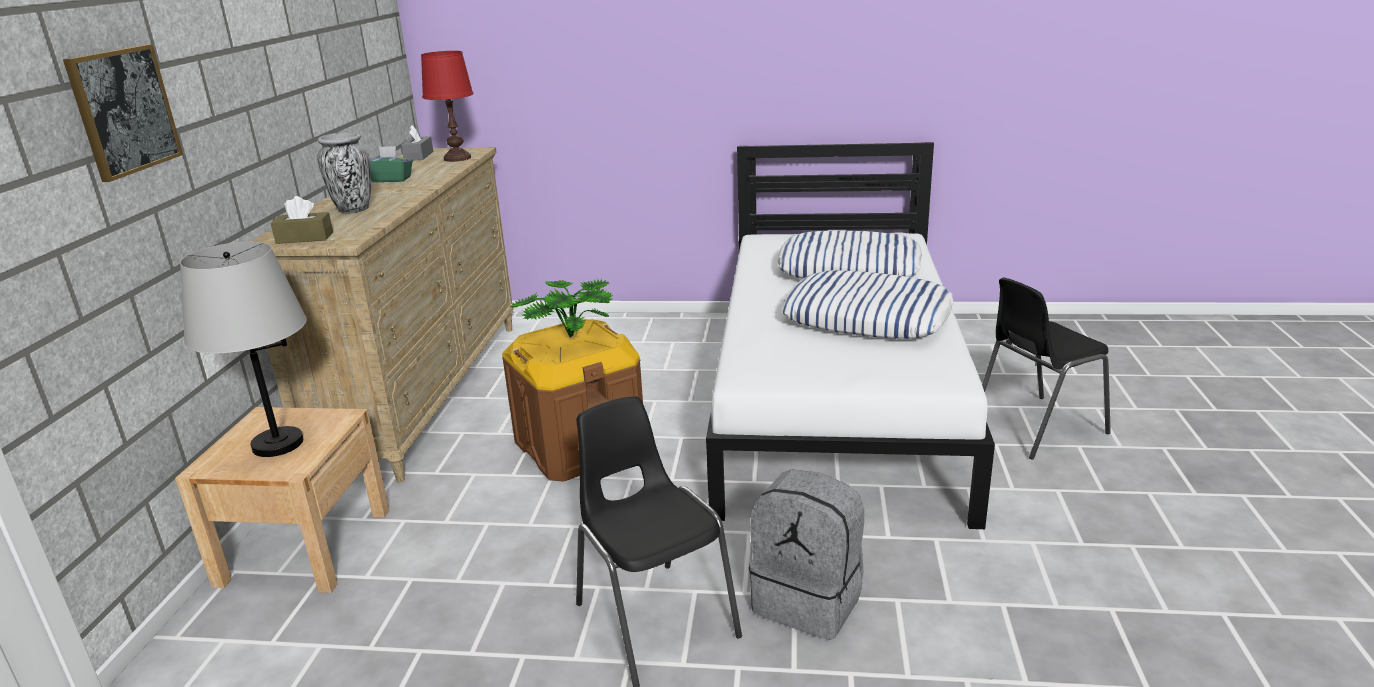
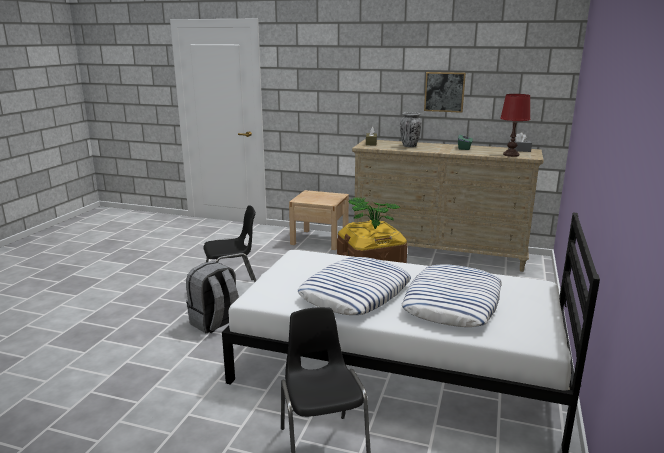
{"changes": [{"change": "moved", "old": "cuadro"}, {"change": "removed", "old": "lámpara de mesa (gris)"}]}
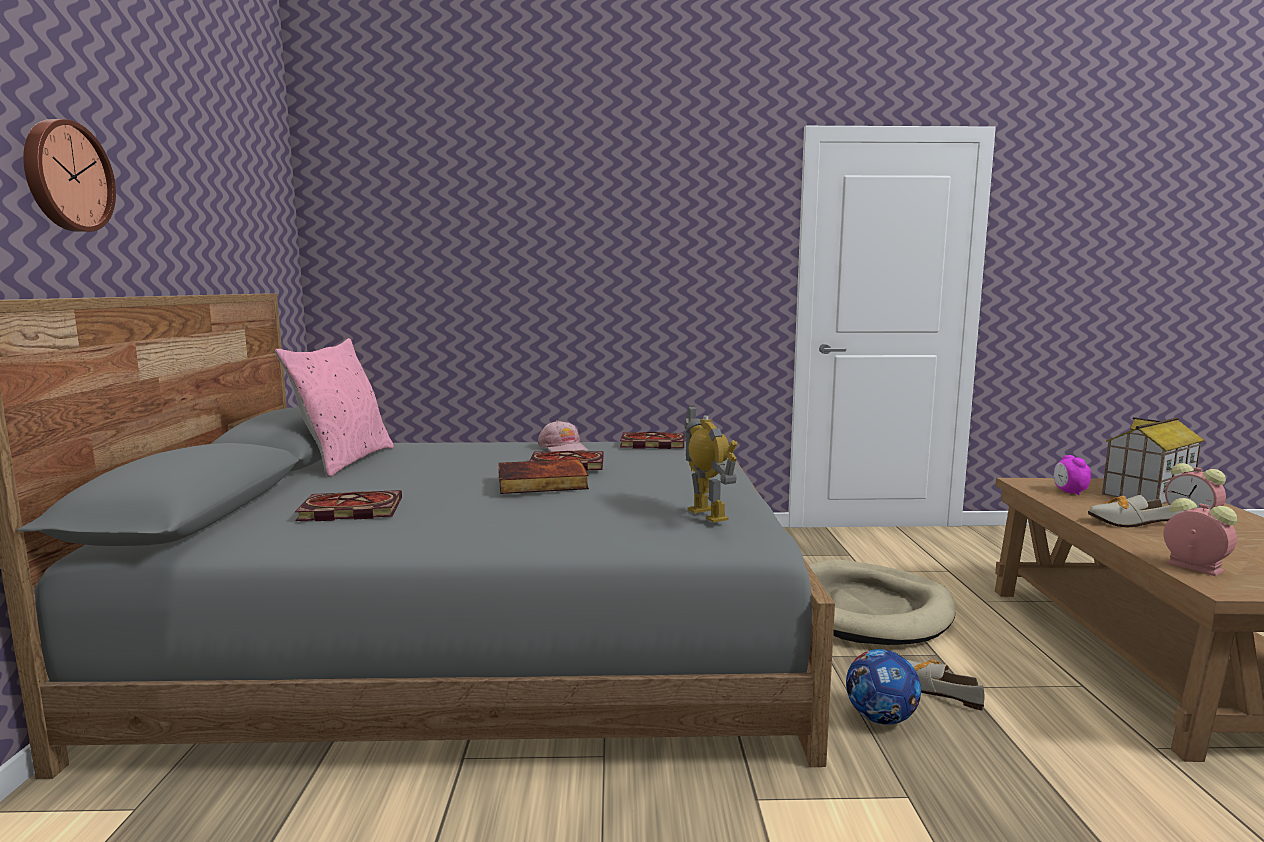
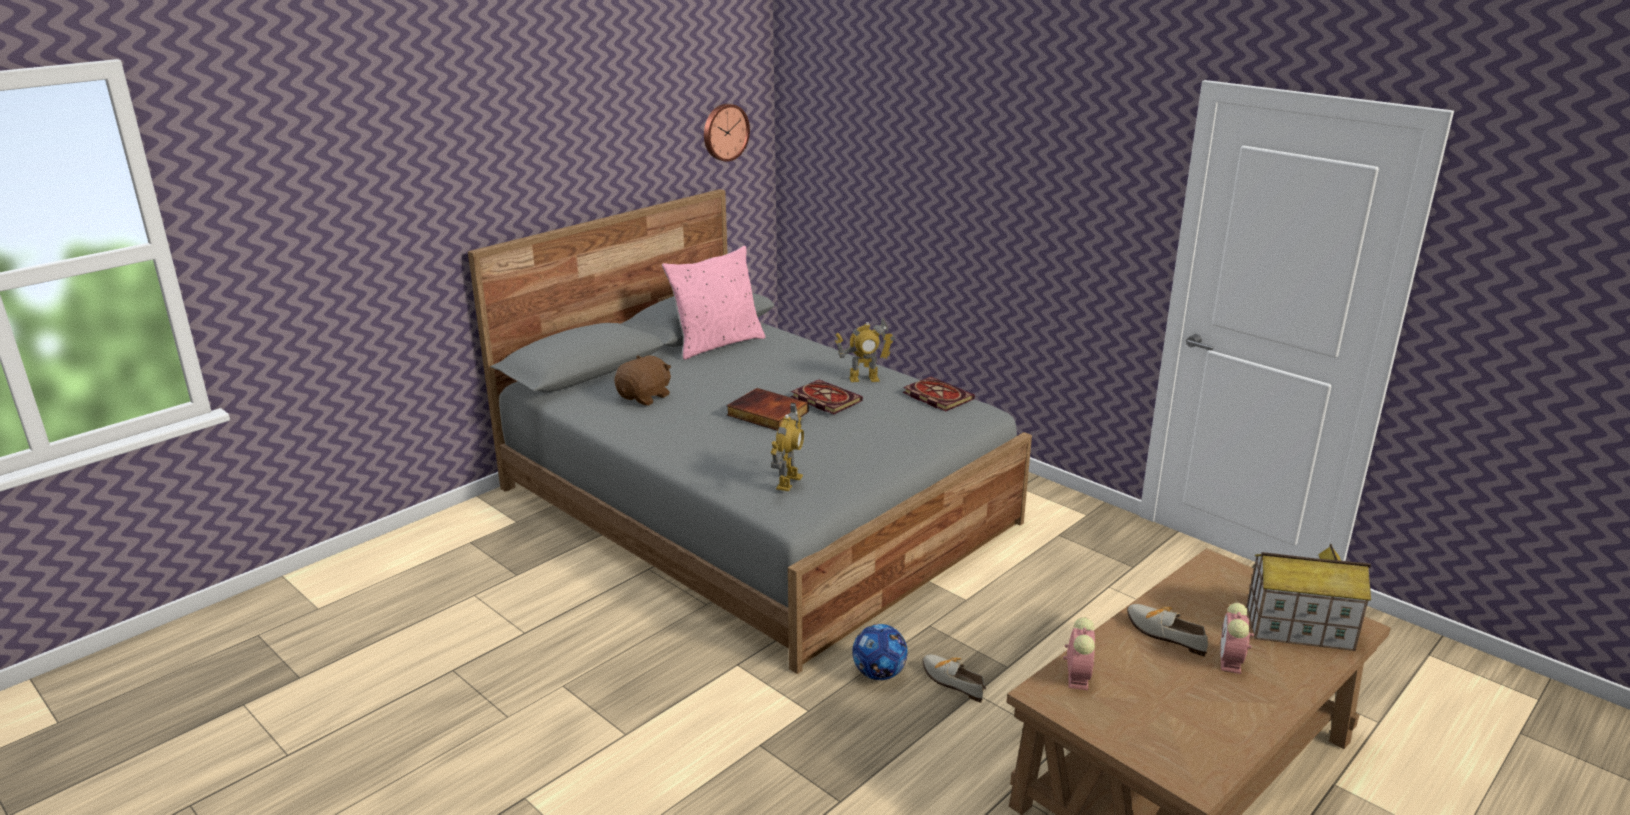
{"changes": [{"change": "moved", "old": "reloj de pared"}, {"change": "replaced", "old": "gorra (rosa)", "new": "robot de juguete (2nd from left)"}, {"change": "removed", "old": "despertador (1st from left)"}, {"change": "replaced", "old": "libro (1st from left)", "new": "peluche (marrón)"}, {"change": "removed", "old": "cama para perro (beis)"}, {"change": "turned", "old": "zapato (1st from left)", "degrees": -45}]}
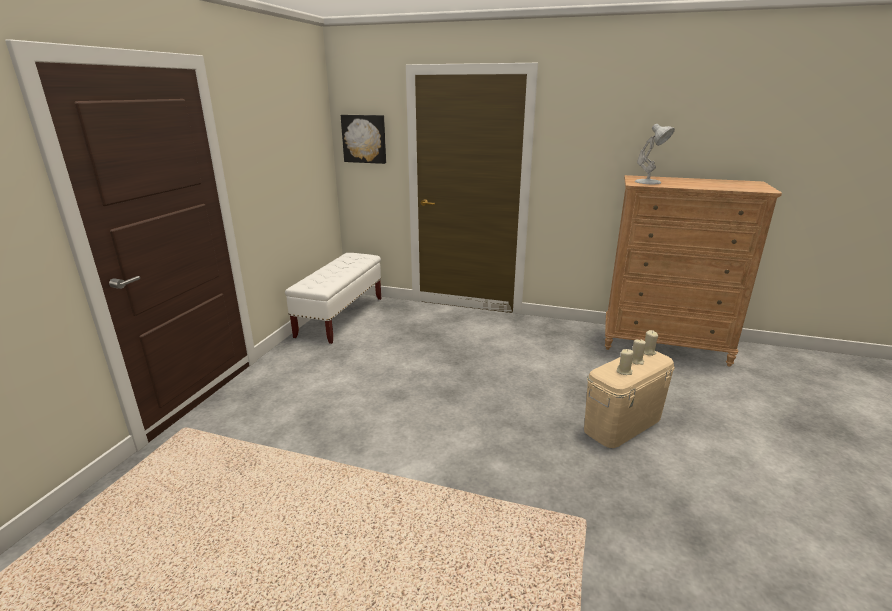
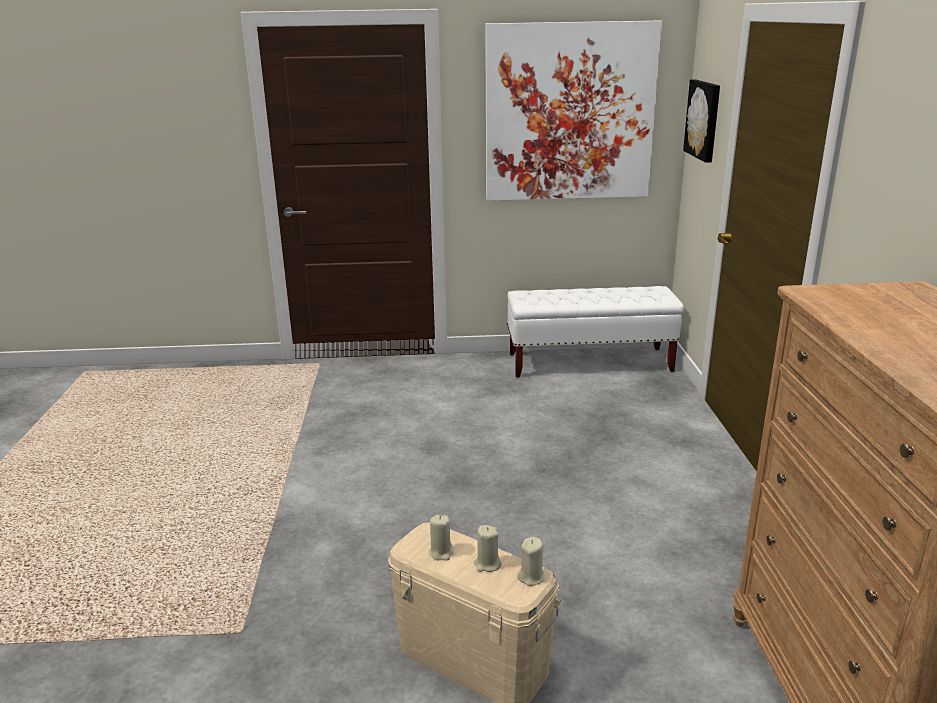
{"changes": [{"change": "removed", "old": "lámpara de mesa (blanco)"}, {"change": "added", "new": "cuadro (1st from left)"}]}
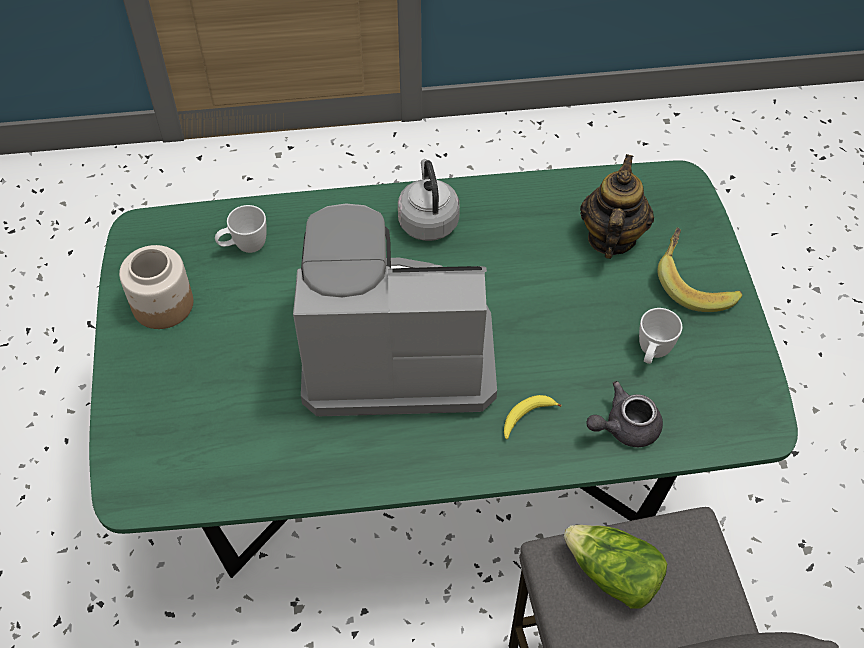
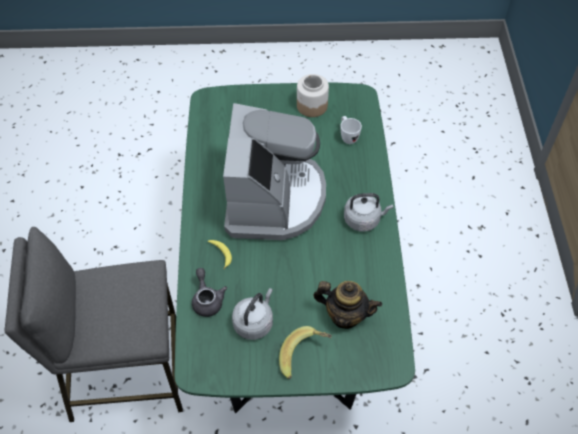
{"changes": [{"change": "replaced", "old": "taza grande (blanco) (2nd from left)", "new": "hervidor (gris) (1st from left)"}, {"change": "removed", "old": "lechuga"}]}
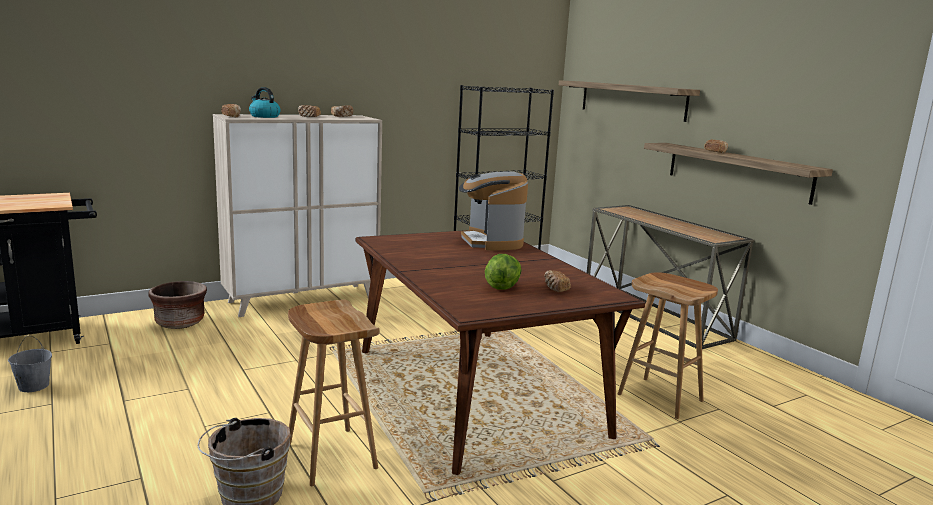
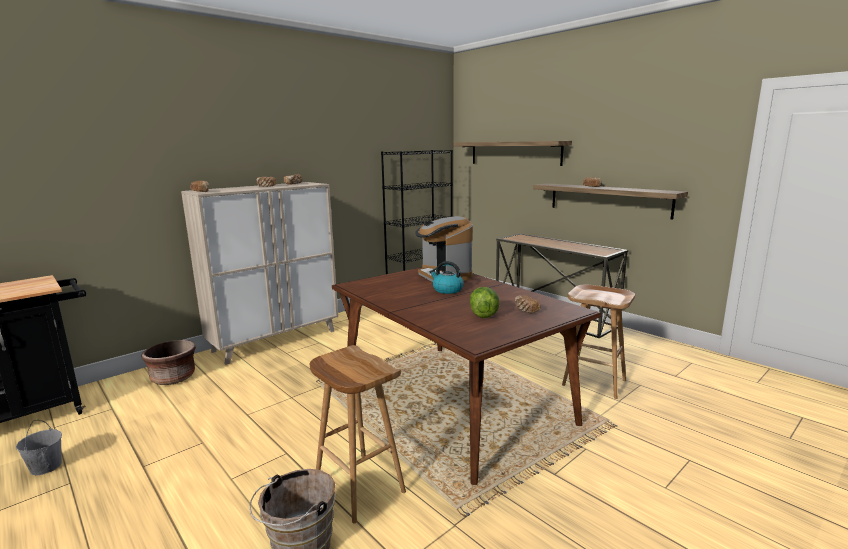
{"changes": [{"change": "moved", "old": "hervidor"}]}
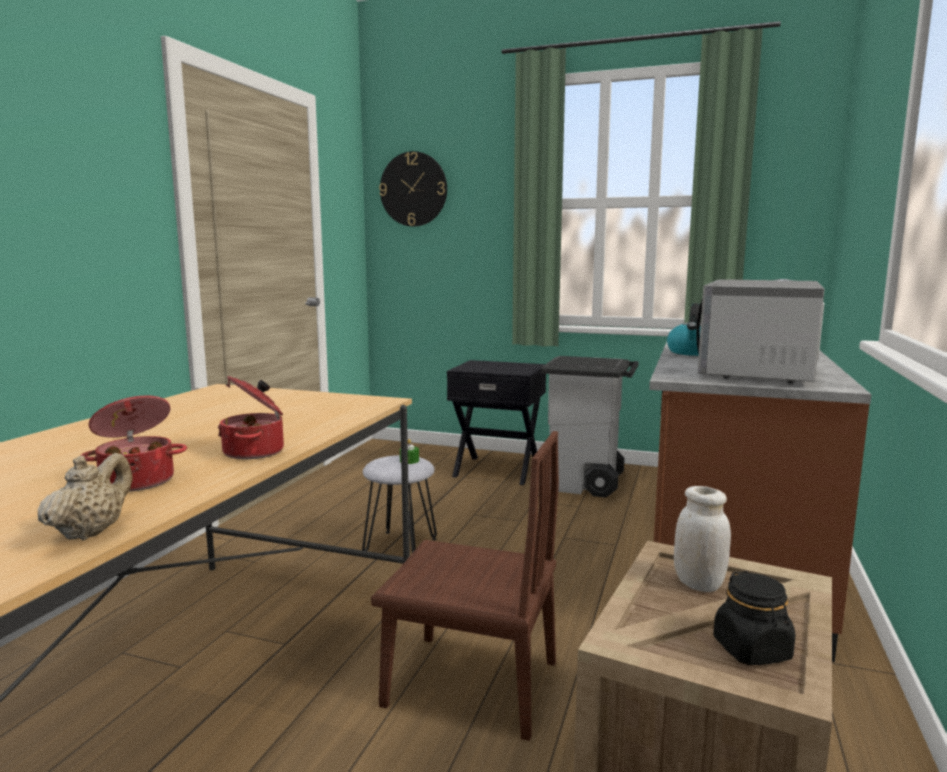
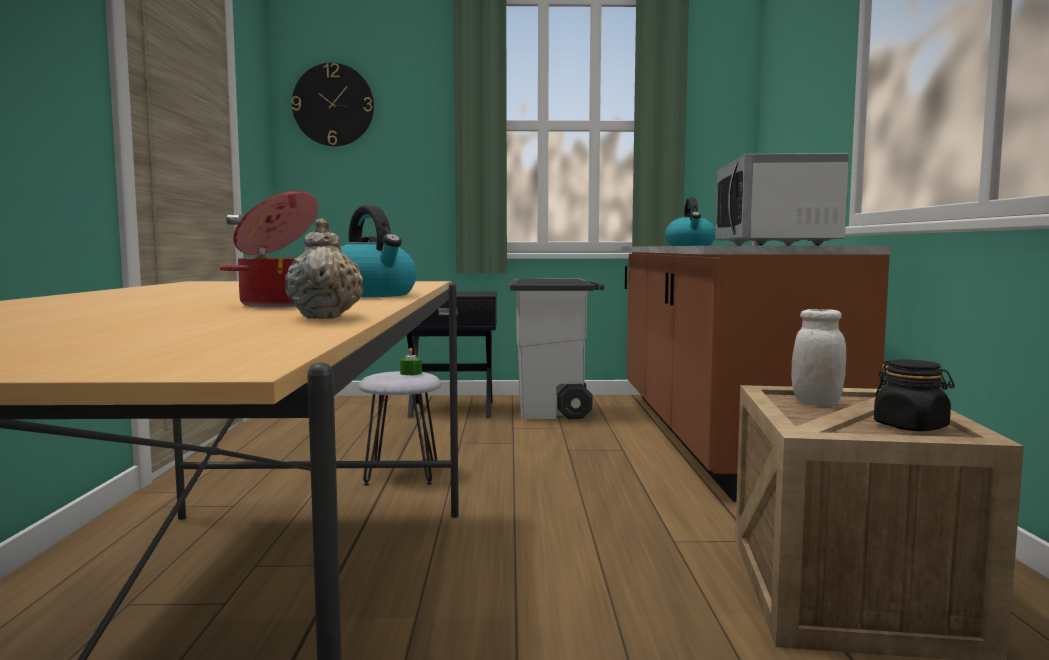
{"changes": [{"change": "replaced", "old": "olla (2nd from left)", "new": "hervidor (1st from left)"}, {"change": "removed", "old": "silla (marrón)"}]}
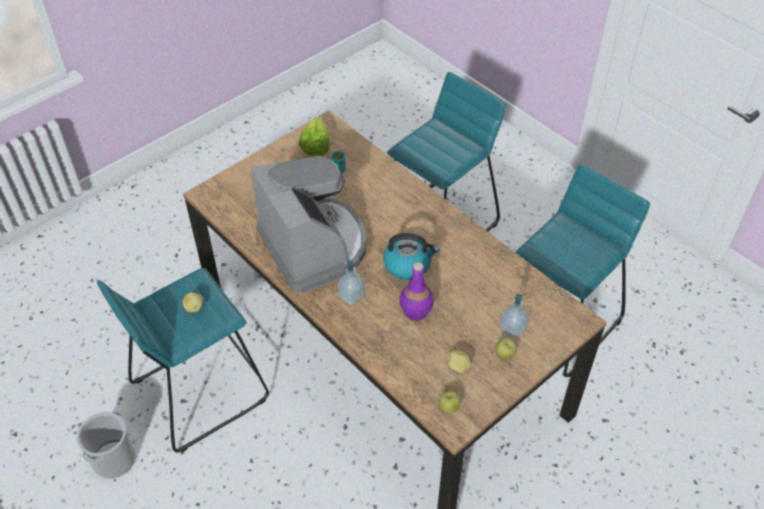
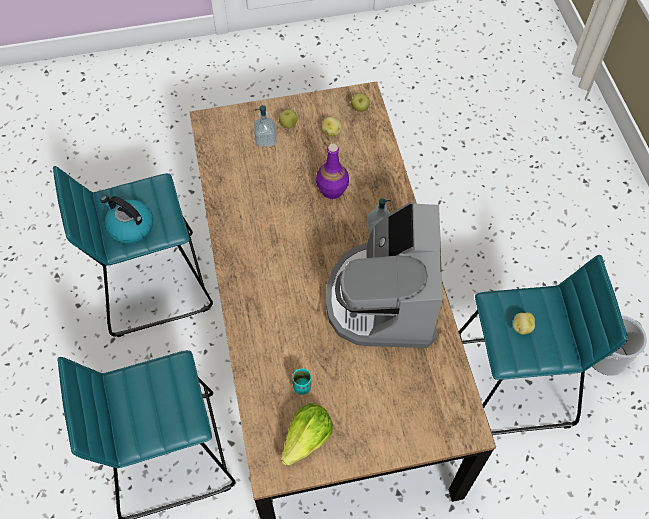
{"changes": [{"change": "moved", "old": "hervidor"}]}
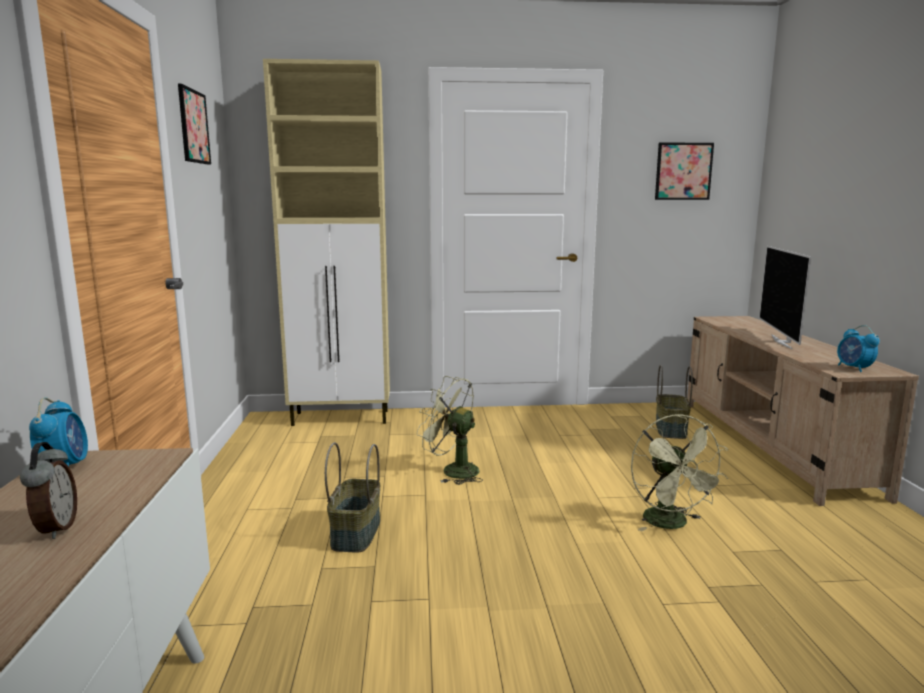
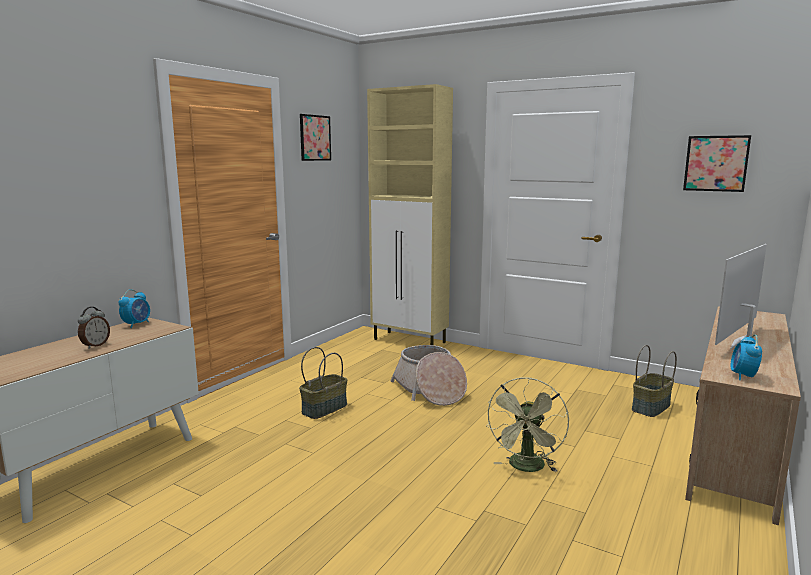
{"changes": [{"change": "replaced", "old": "ventilador (verde) (1st from left)", "new": "cesta (2nd from left)"}]}
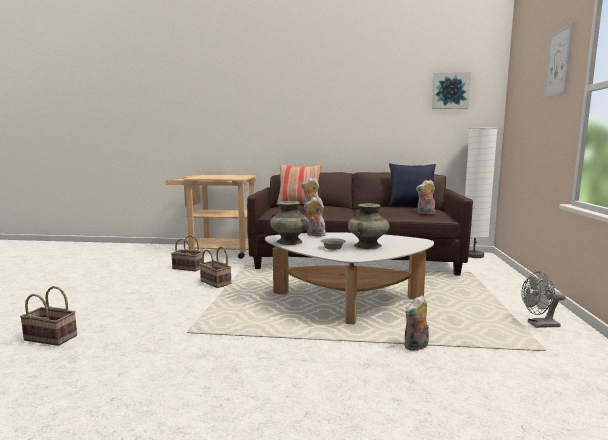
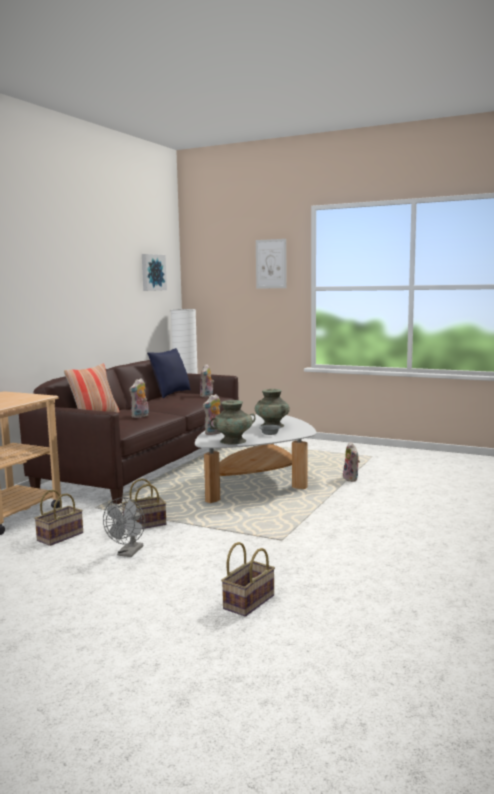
{"changes": [{"change": "moved", "old": "ventilador (gris)"}]}
